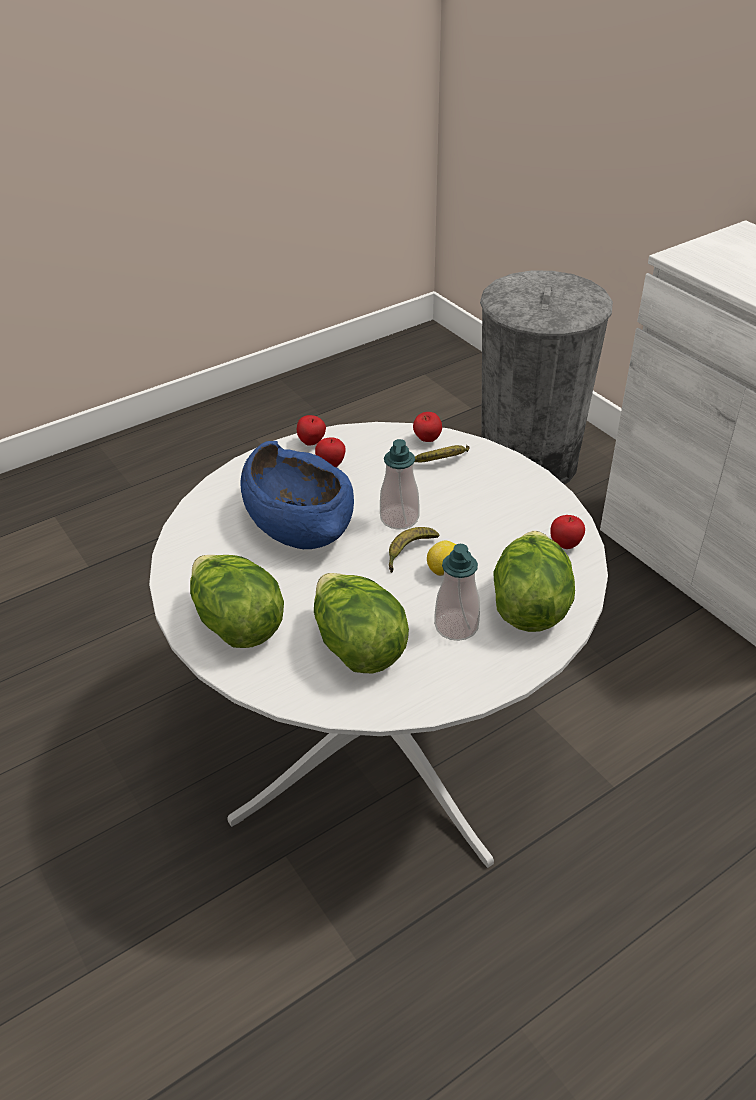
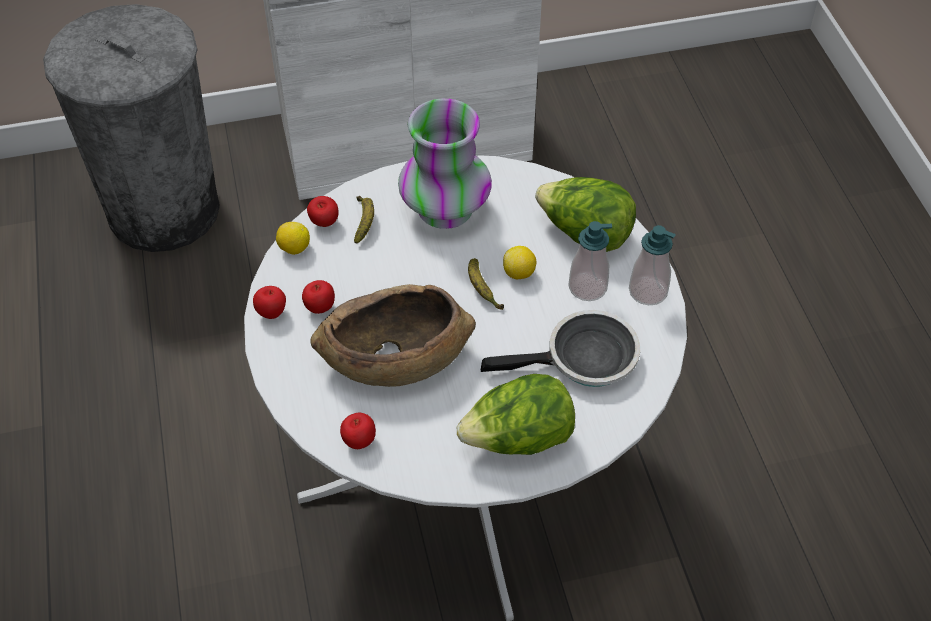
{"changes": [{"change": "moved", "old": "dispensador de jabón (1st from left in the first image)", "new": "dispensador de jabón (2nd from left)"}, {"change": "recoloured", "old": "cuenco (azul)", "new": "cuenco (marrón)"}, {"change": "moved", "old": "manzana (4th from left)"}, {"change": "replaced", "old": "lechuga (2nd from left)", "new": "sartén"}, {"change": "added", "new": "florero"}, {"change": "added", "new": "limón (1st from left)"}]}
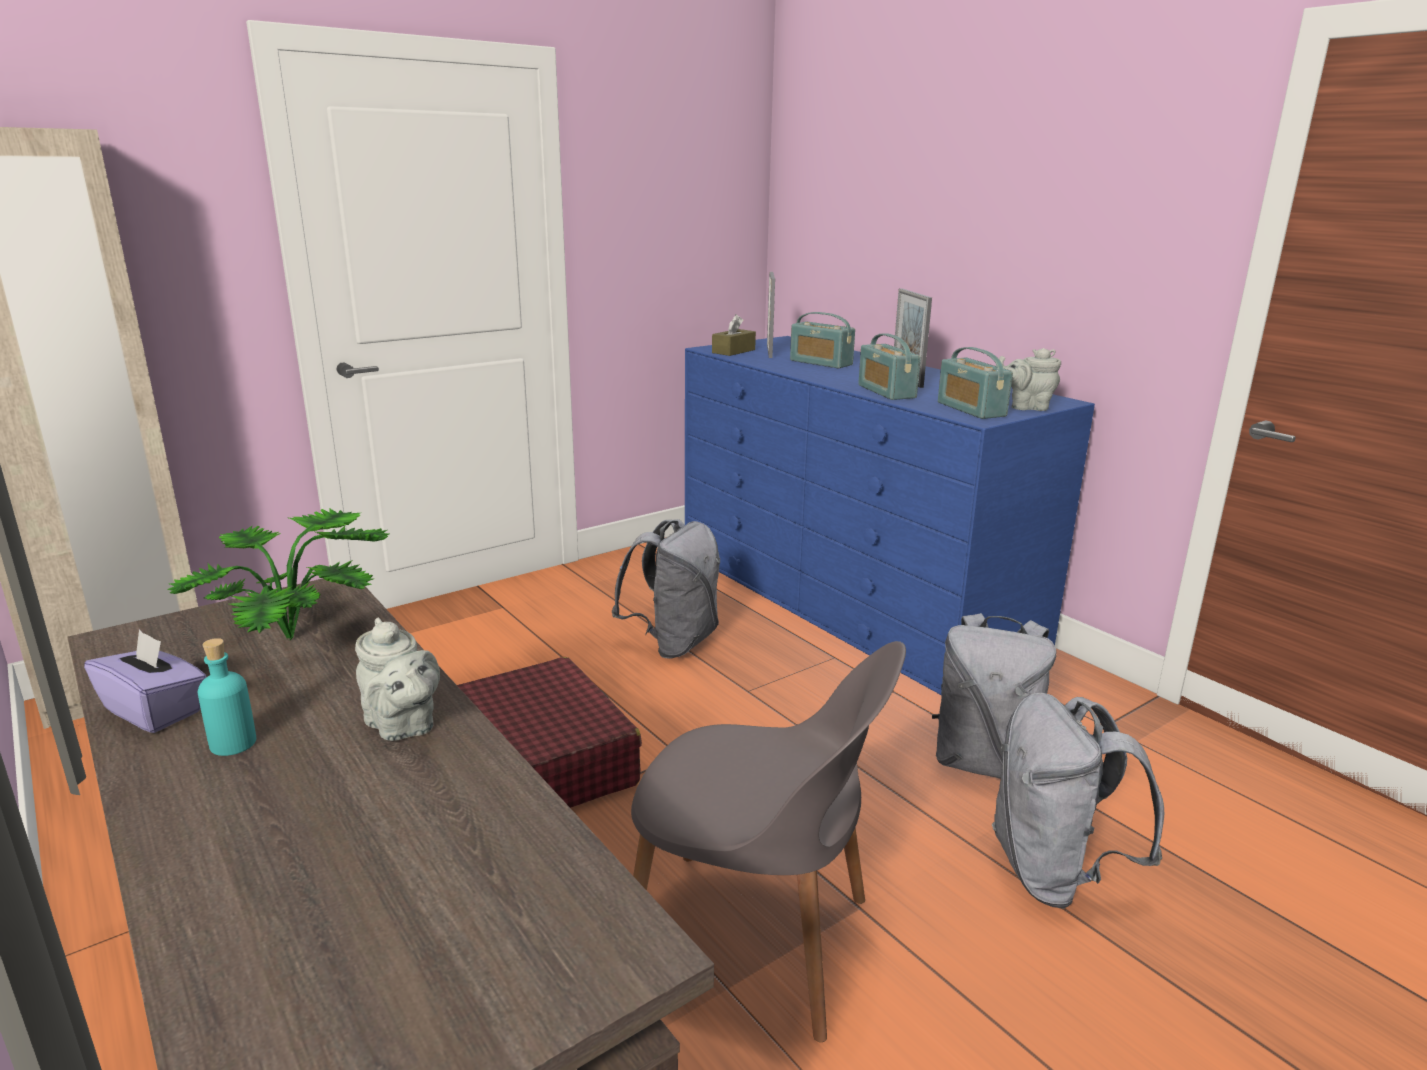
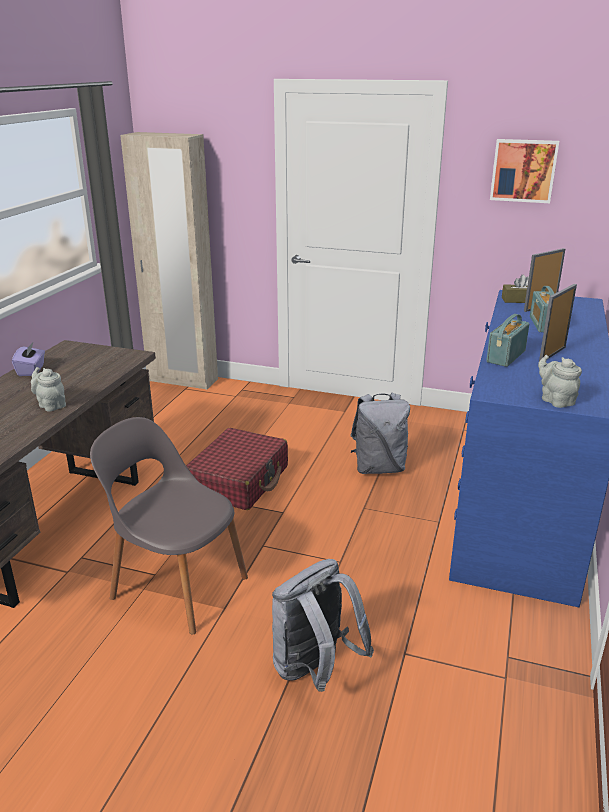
{"changes": [{"change": "removed", "old": "radio (3rd from left)"}, {"change": "removed", "old": "planta en maceta"}, {"change": "removed", "old": "mochila (gris) (2nd from left)"}, {"change": "turned", "old": "tetera (gris) (1st from left)", "degrees": 120}, {"change": "removed", "old": "botella (turquesa)"}, {"change": "turned", "old": "silla (gris)", "degrees": 135}, {"change": "added", "new": "cuadro"}]}
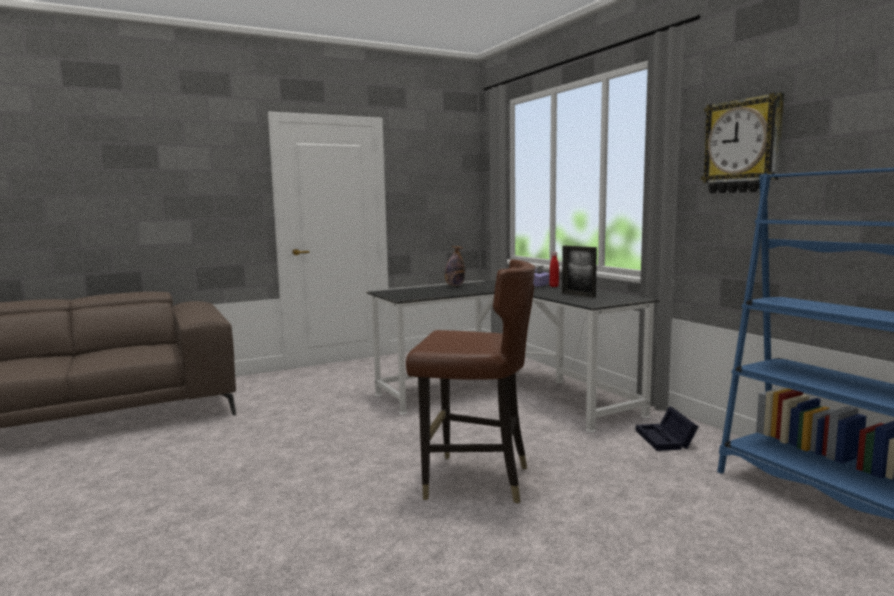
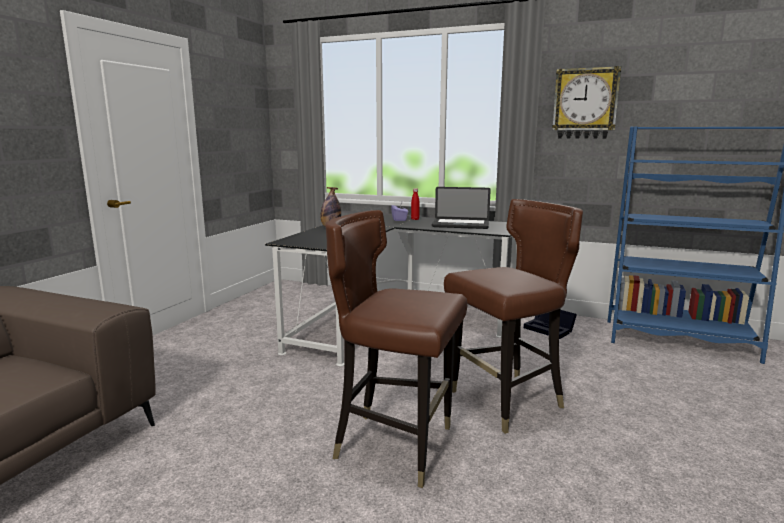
{"changes": [{"change": "replaced", "old": "portarretratos", "new": "portátil"}, {"change": "added", "new": "silla (marrón) (1st from left)"}]}
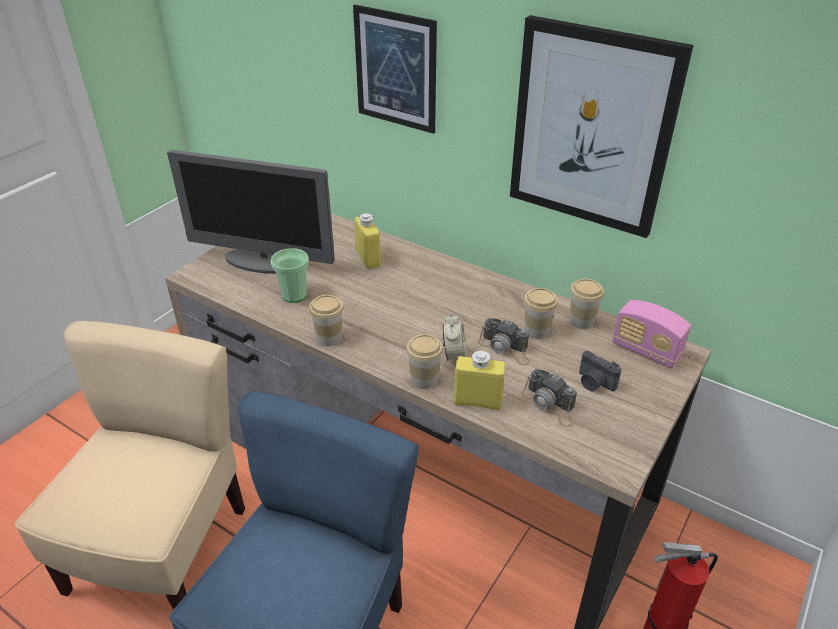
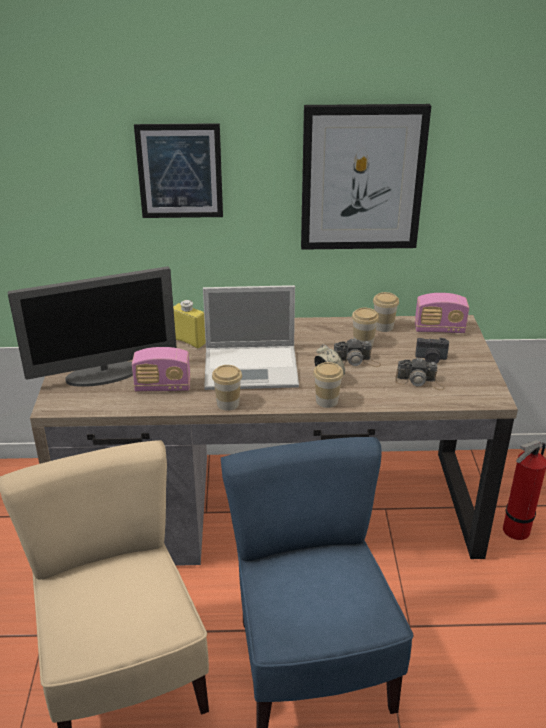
{"changes": [{"change": "replaced", "old": "taza (1st from left)", "new": "radio (1st from left)"}, {"change": "removed", "old": "botella (amarillo) (2nd from left)"}, {"change": "added", "new": "portátil"}]}
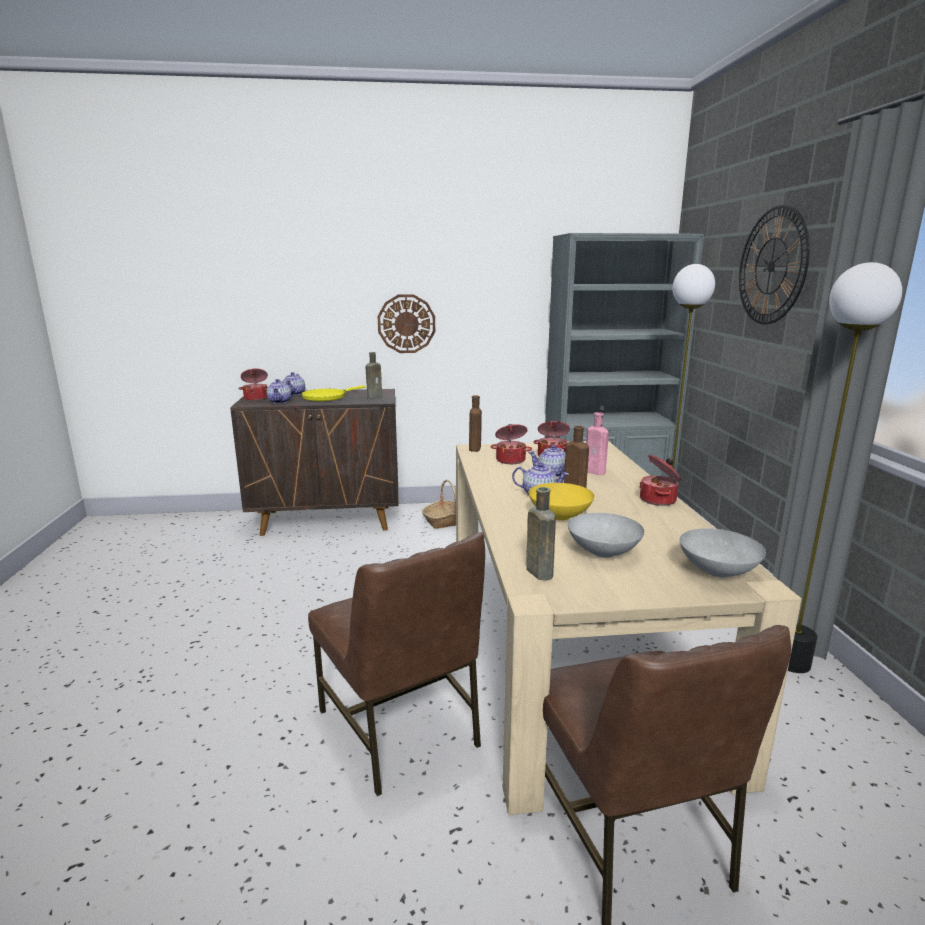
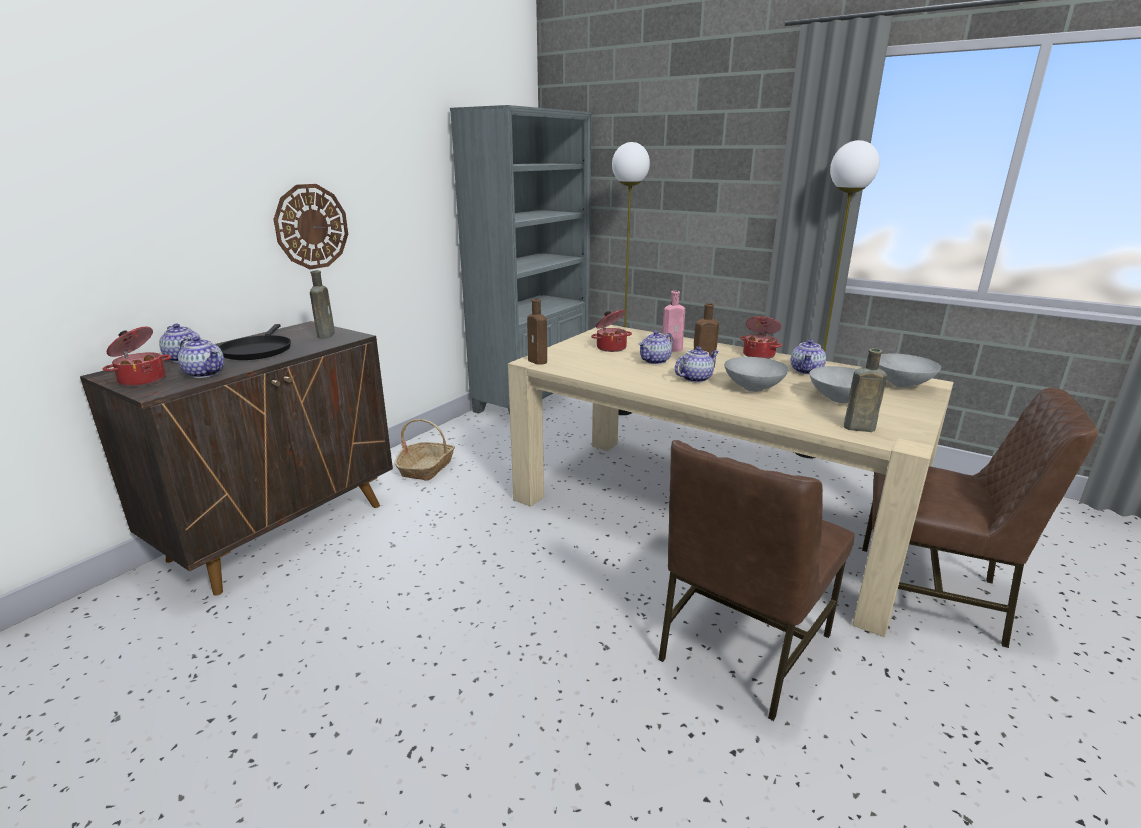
{"changes": [{"change": "removed", "old": "reloj de pared (2nd from left)"}, {"change": "recoloured", "old": "sartén (amarillo)", "new": "sartén (negro)"}, {"change": "removed", "old": "olla (2nd from left)"}, {"change": "recoloured", "old": "cuenco (amarillo)", "new": "cuenco (gris) (1st from left)"}, {"change": "turned", "old": "silla (marrón) (1st from left)", "degrees": 120}, {"change": "added", "new": "tetera (5th from left)"}]}
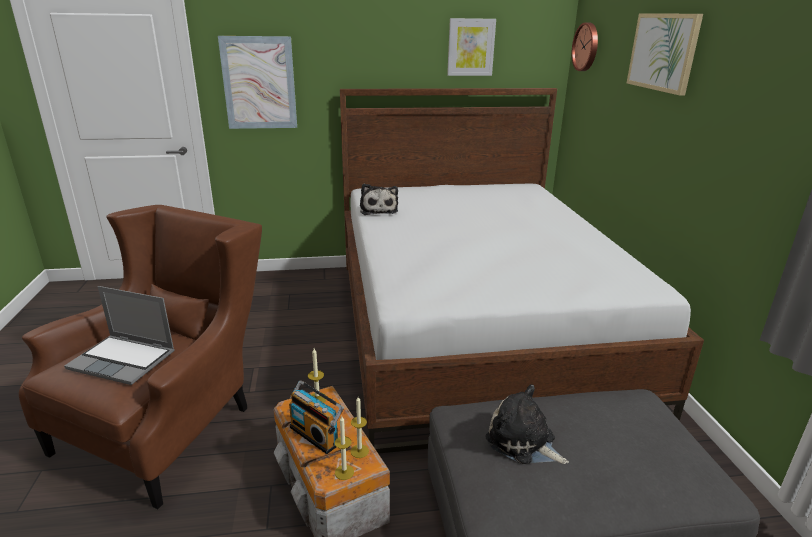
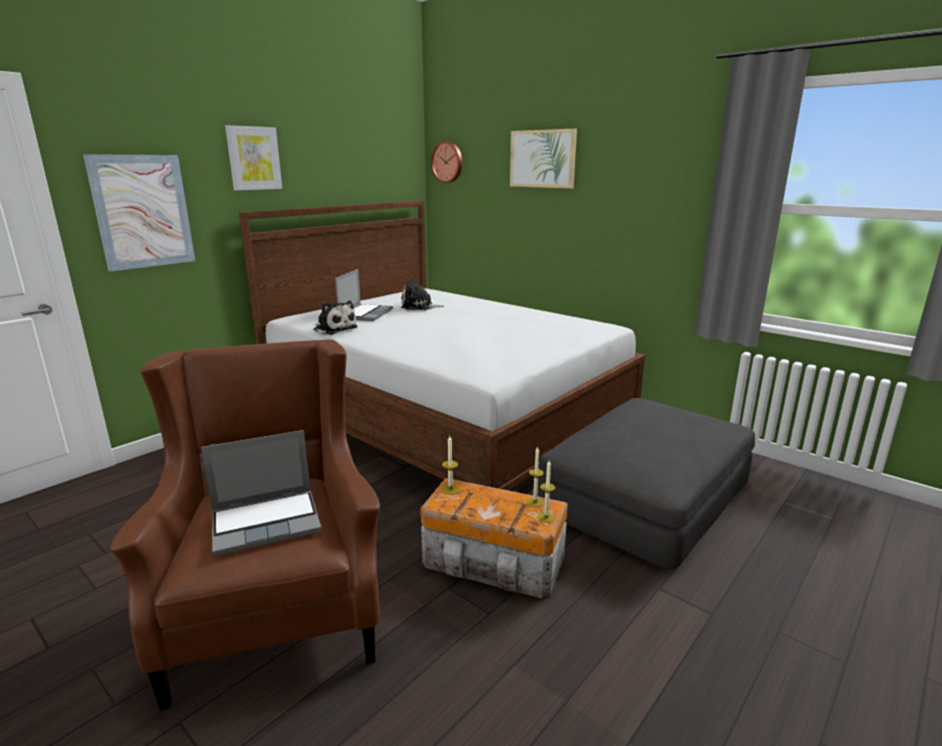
{"changes": [{"change": "moved", "old": "cuadro (2nd from left)"}, {"change": "removed", "old": "radio"}, {"change": "moved", "old": "peluche (2nd from left)"}, {"change": "added", "new": "portátil (2nd from left)"}]}
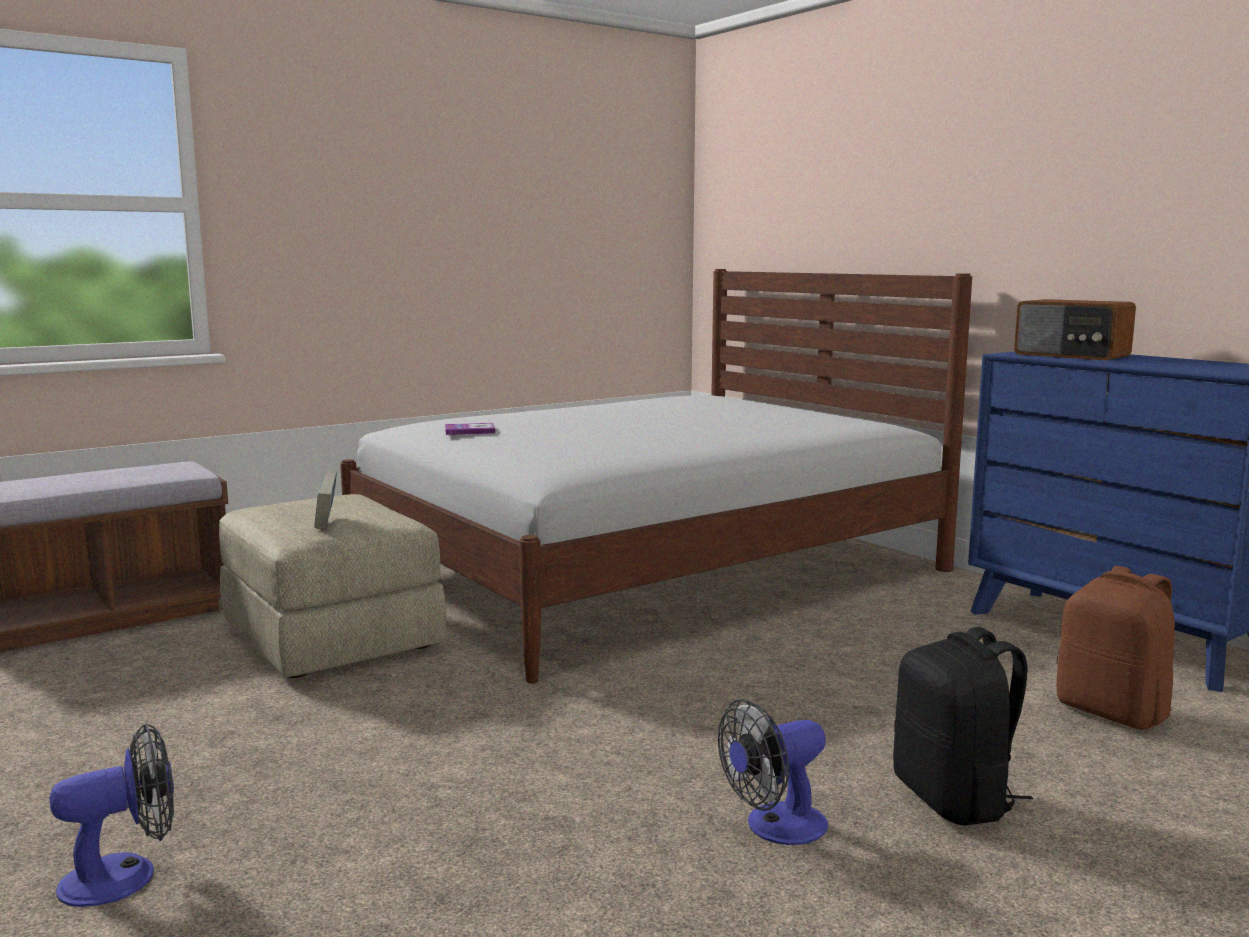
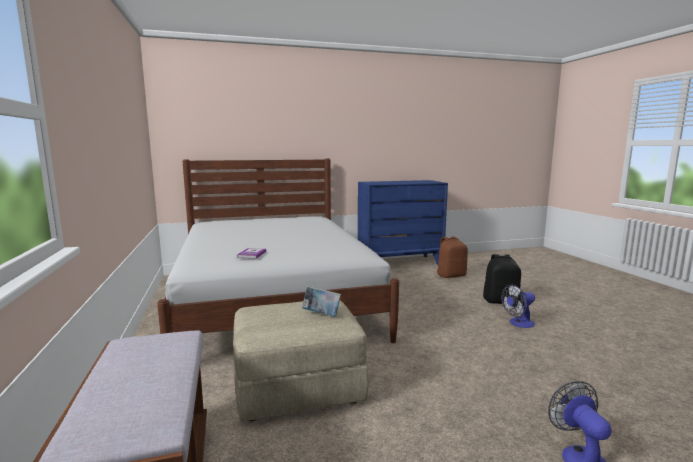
{"changes": [{"change": "removed", "old": "radio"}, {"change": "turned", "old": "ventilador (2nd from left in the first image)", "degrees": 75}]}
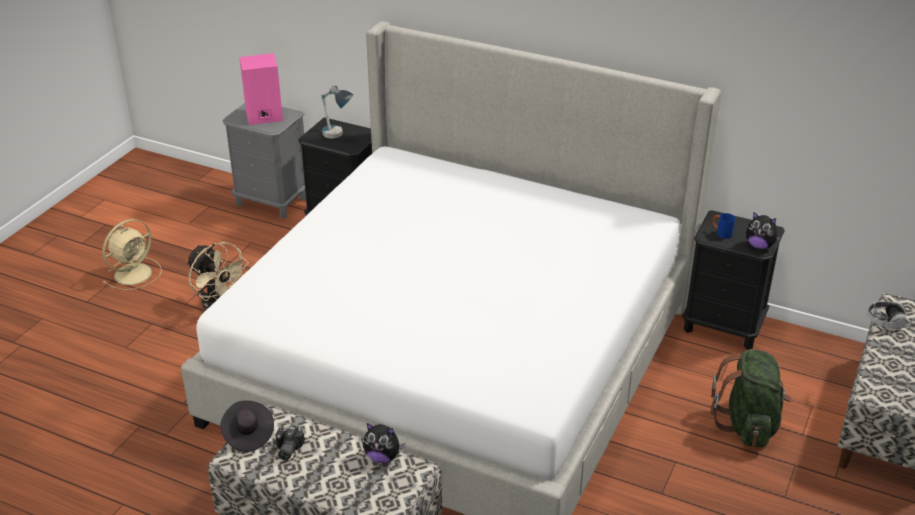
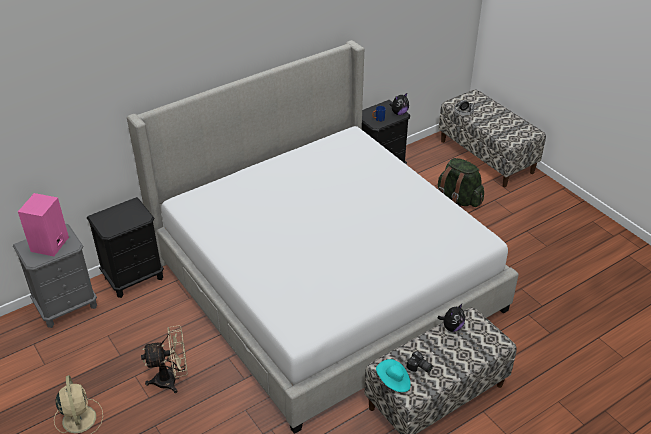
{"changes": [{"change": "removed", "old": "lámpara de mesa"}, {"change": "recoloured", "old": "sombrero (negro)", "new": "sombrero (turquesa)"}]}
